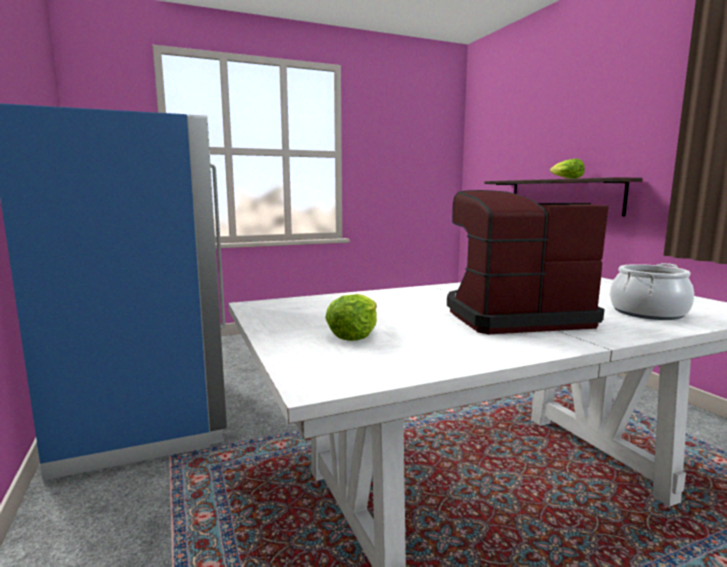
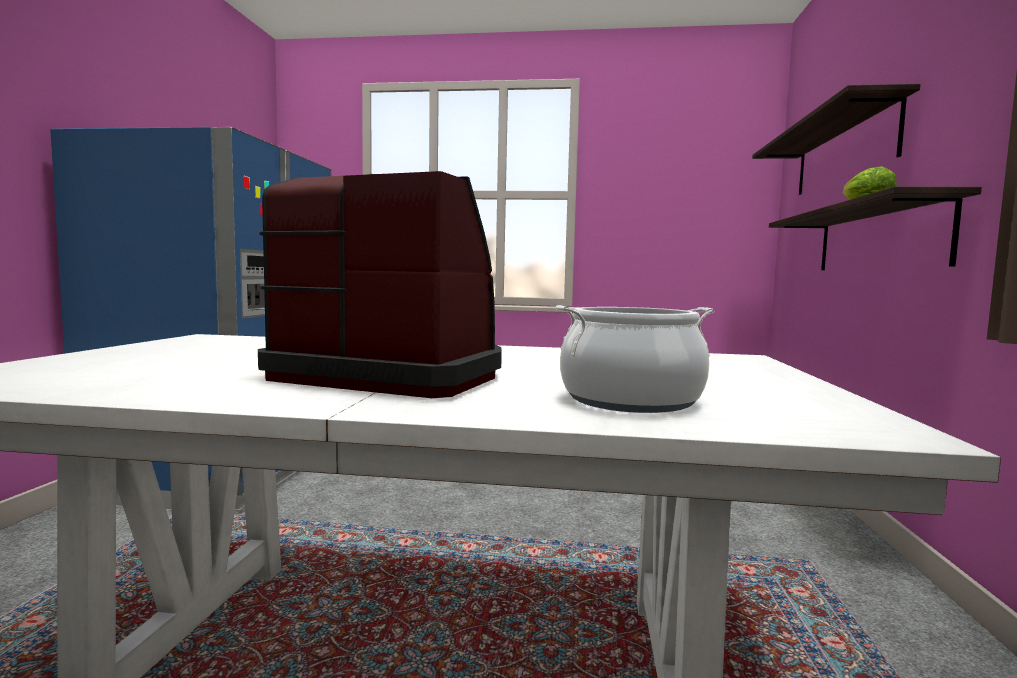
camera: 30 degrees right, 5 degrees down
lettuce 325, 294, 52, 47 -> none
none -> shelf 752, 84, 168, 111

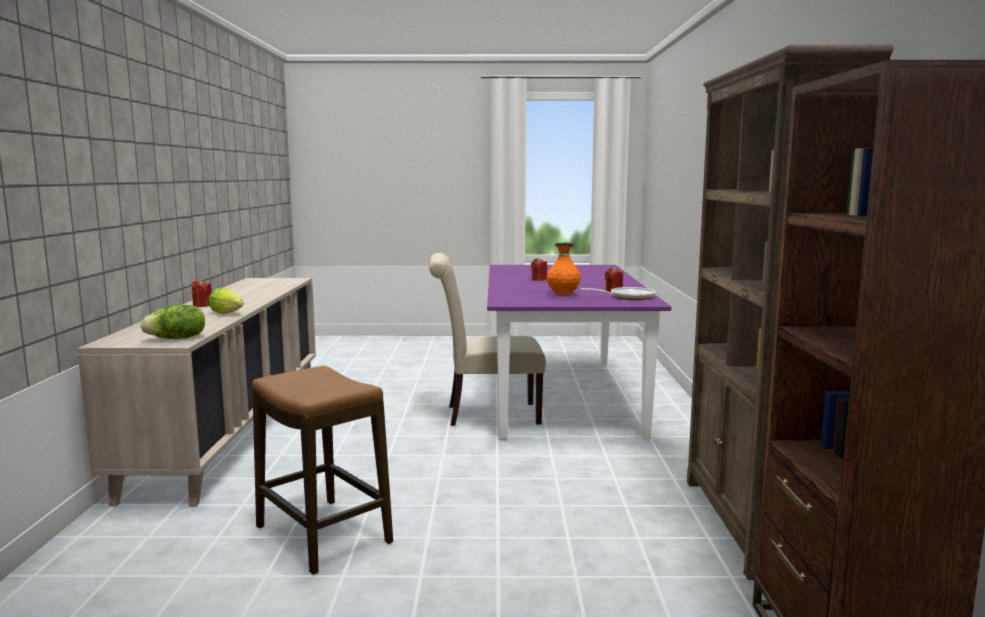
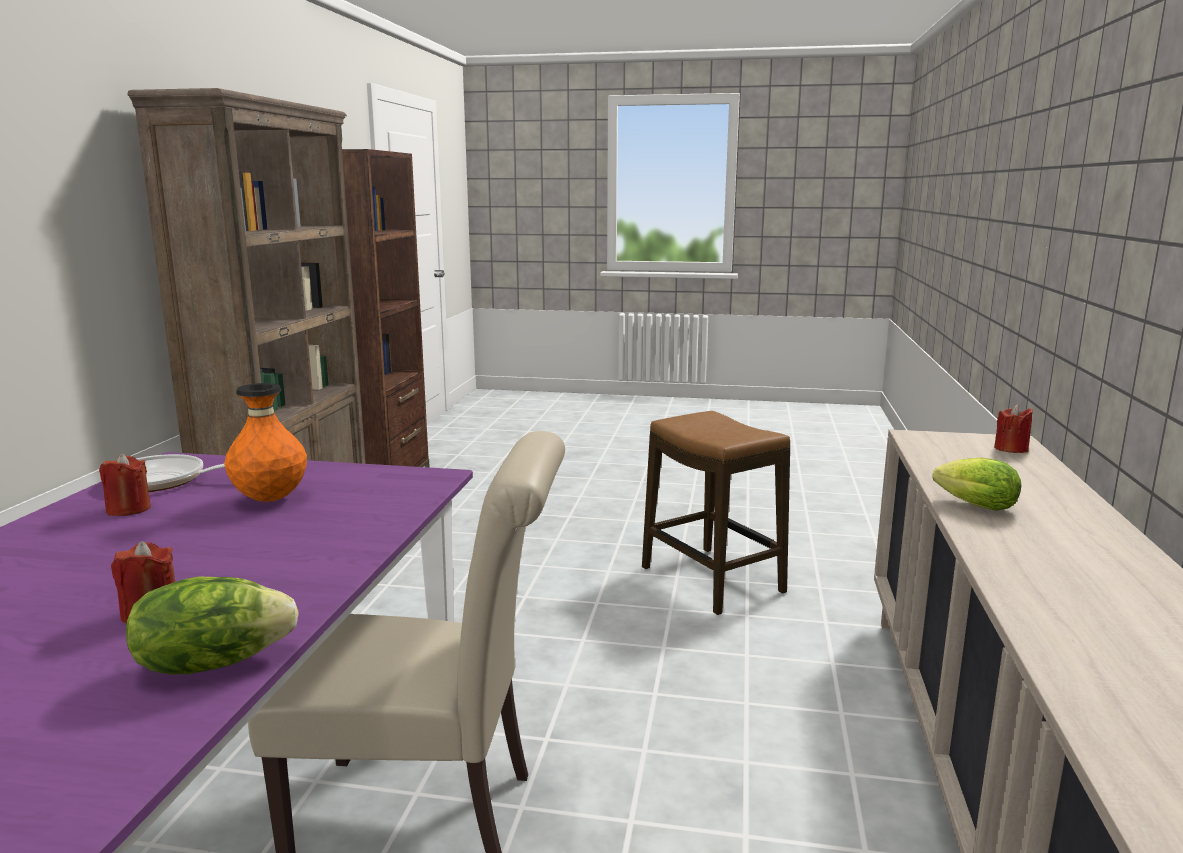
camera: 170 degrees left, 5 degrees up
red candle 192, 279, 20, 28 -> red candle 994, 404, 39, 49, moved
lettuce 140, 304, 65, 35 -> lettuce 126, 576, 173, 98, moved

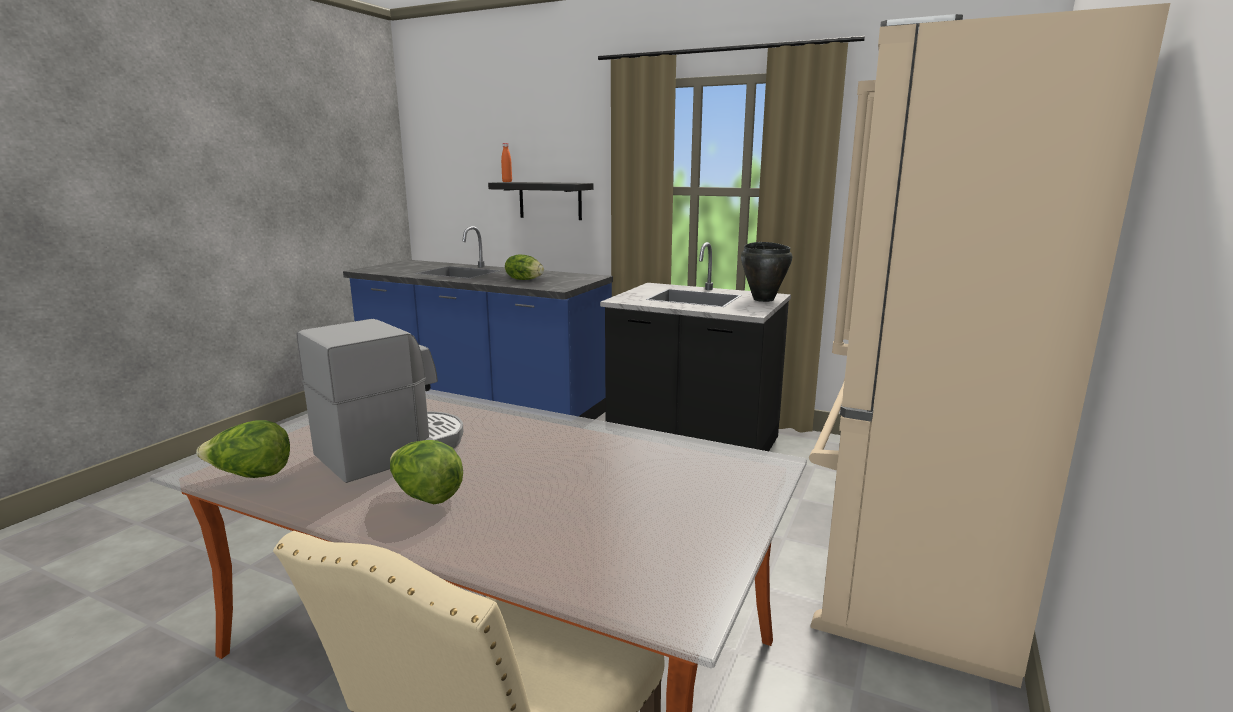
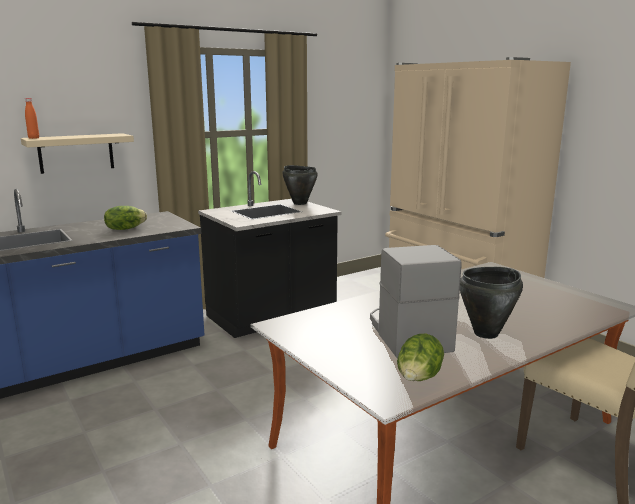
camera: 60 degrees left, 0 degrees up
black shelf 488, 182, 105, 38 -> beige shelf 21, 133, 113, 41
lettuce 390, 440, 73, 64 -> black cooking pot 460, 267, 63, 72

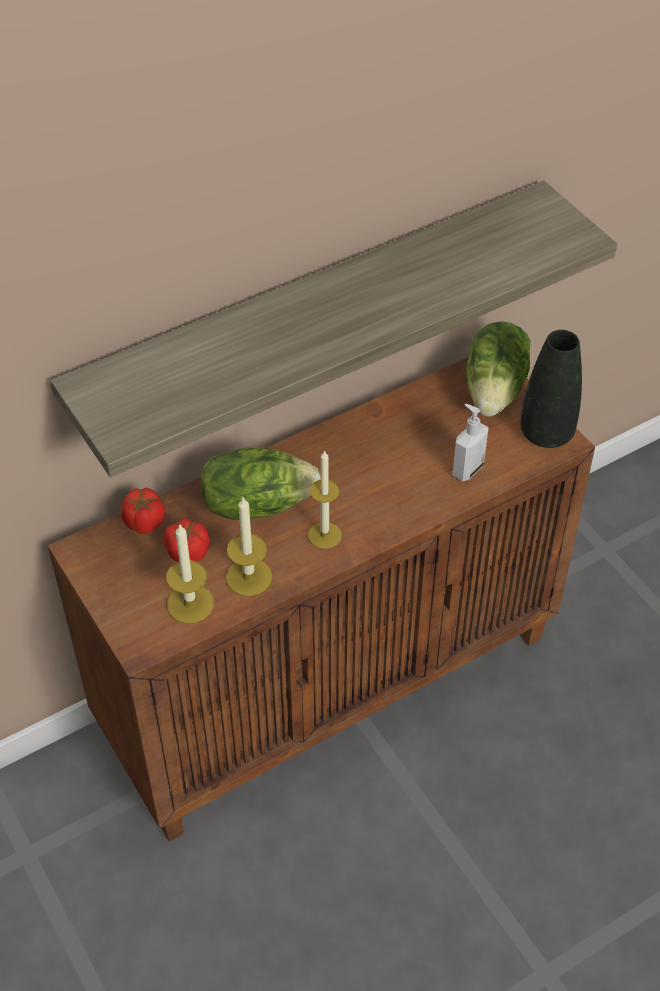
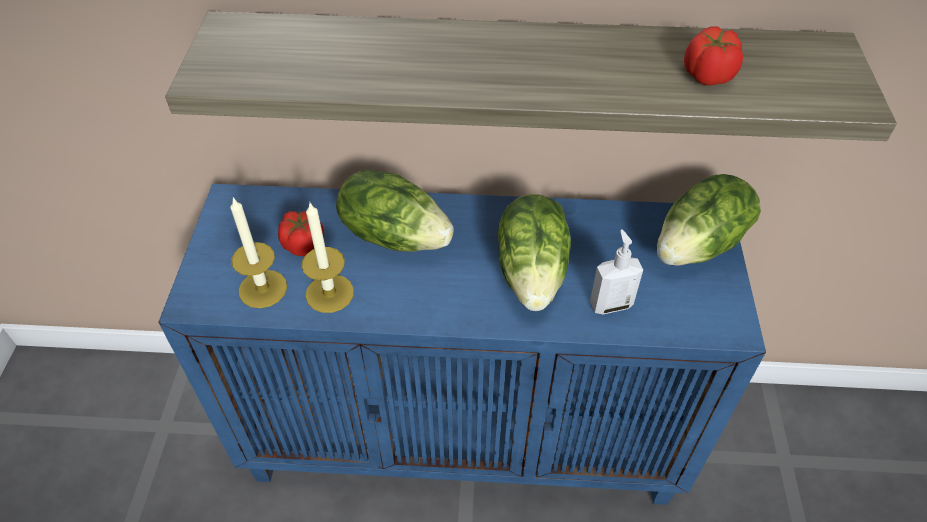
camera: 35 degrees right, 0 degrees up
black vase 520, 330, 62, 118 -> none
brown cabinet 48, 357, 547, 485 -> blue cabinet 158, 184, 608, 321
candle 308, 450, 34, 99 -> none
tomato 121, 487, 44, 47 -> tomato 684, 26, 59, 60, moved
none -> lettuce 498, 194, 73, 117

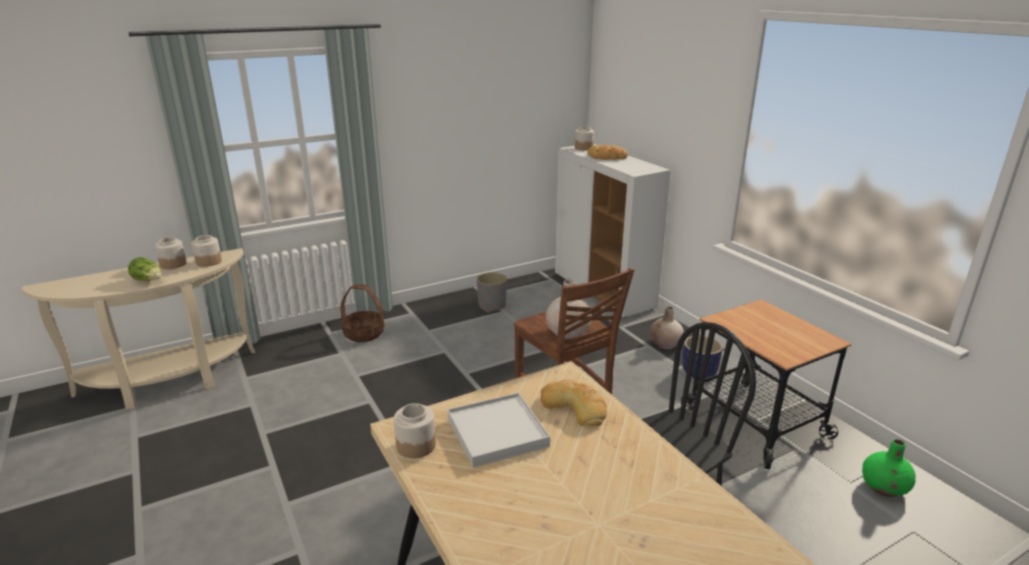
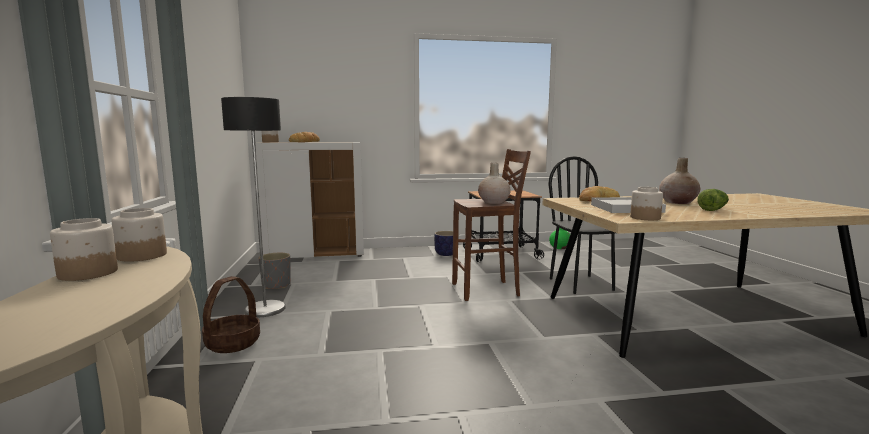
camera: 70 degrees left, 15 degrees down
lettuce 128, 257, 34, 24 -> lettuce 697, 189, 32, 22, moved
beige vase 650, 306, 34, 43 -> beige vase 659, 158, 41, 46, moved
none -> floor lamp 221, 97, 64, 220

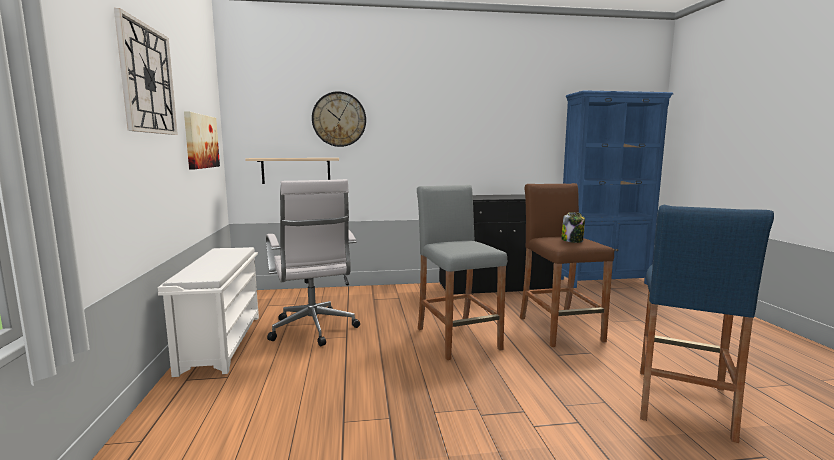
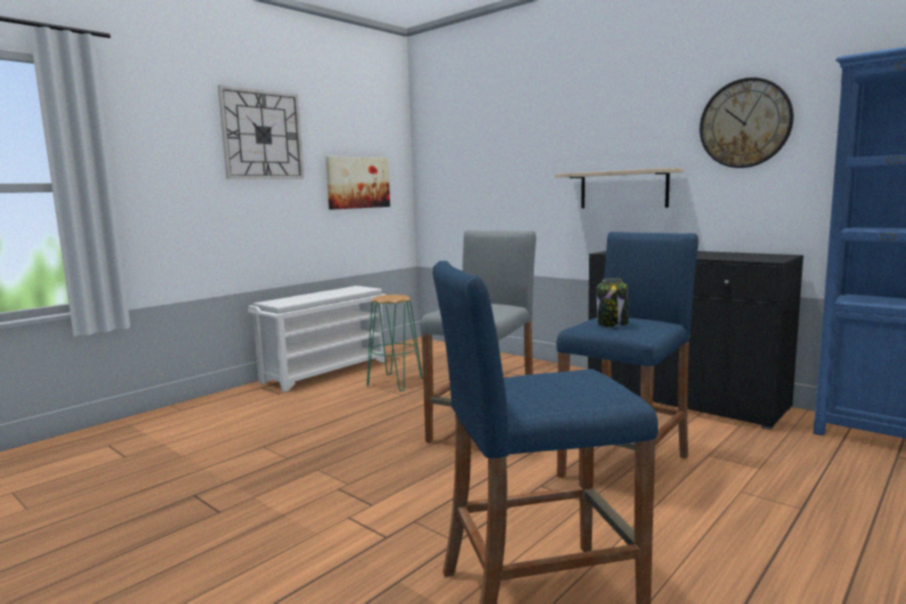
camera: 50 degrees right, 0 degrees up
wall clock 312, 91, 54, 56 -> wall clock 700, 77, 94, 91, moved
shelf 245, 158, 94, 26 -> shelf 555, 168, 129, 40, moved
white office chair 266, 179, 94, 167 -> green stool 367, 294, 56, 97
brown stool 520, 183, 94, 164 -> blue stool 556, 232, 143, 246

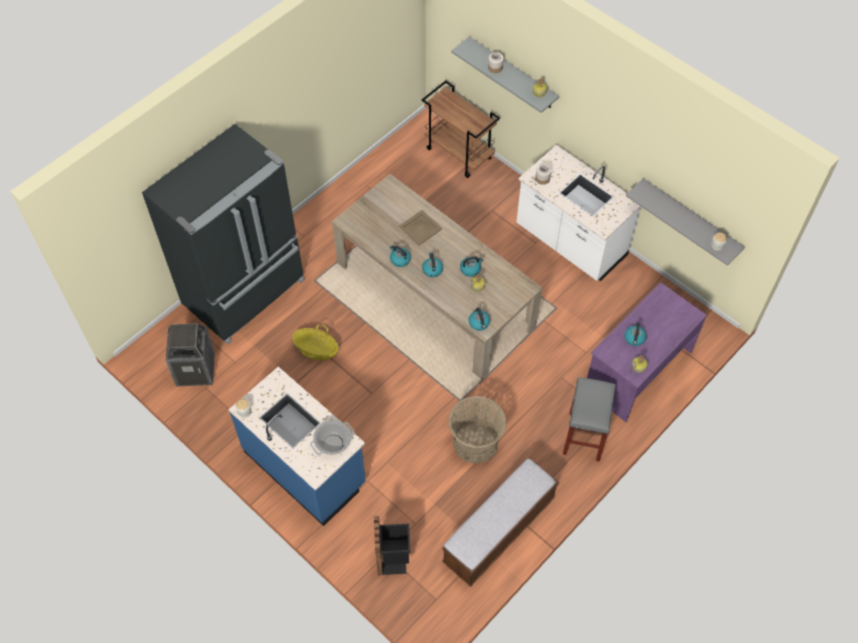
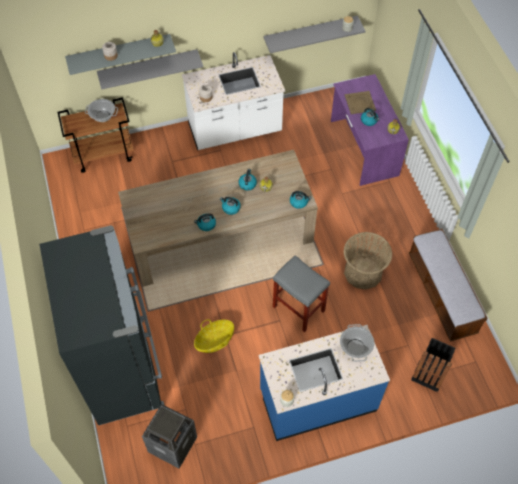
camera: 60 degrees left, 0 degrees up
beige tray 399, 210, 43, 35 -> beige tray 345, 91, 31, 23, moved
grey stool 563, 377, 53, 85 -> grey stool 273, 255, 57, 77, moved
none -> grey shelf 97, 49, 106, 41
none -> cooking pot 85, 99, 33, 23

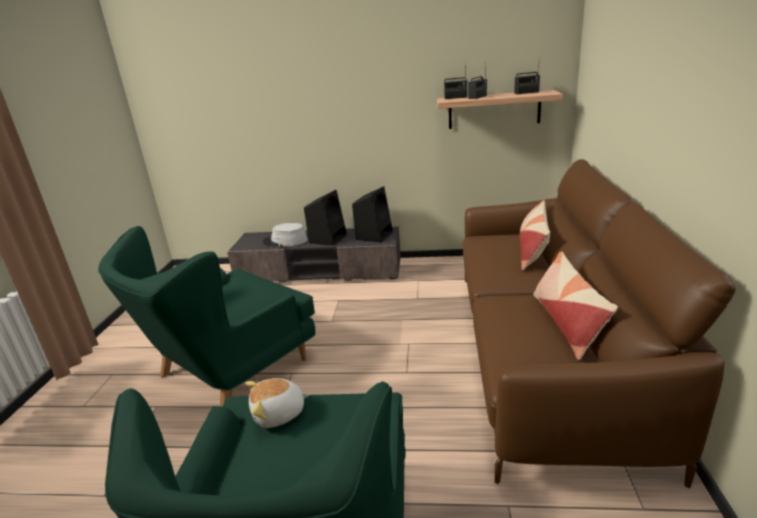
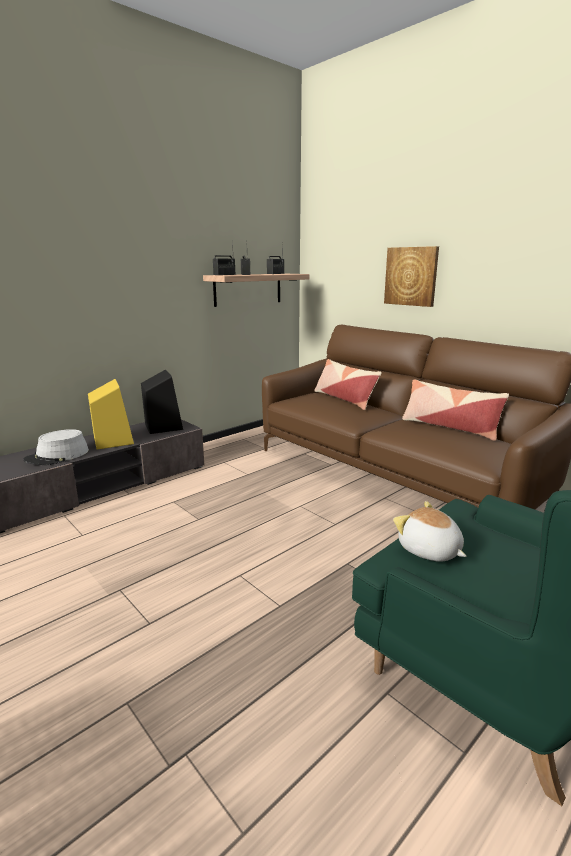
camera: 50 degrees left, 5 degrees down
black speaker 304, 190, 43, 56 -> yellow speaker 88, 379, 46, 71
green armchair 98, 226, 218, 181 -> none
plush toy 245, 378, 65, 50 -> plush toy 393, 501, 74, 61, 120 degrees clockwise
none -> picture 384, 246, 55, 61

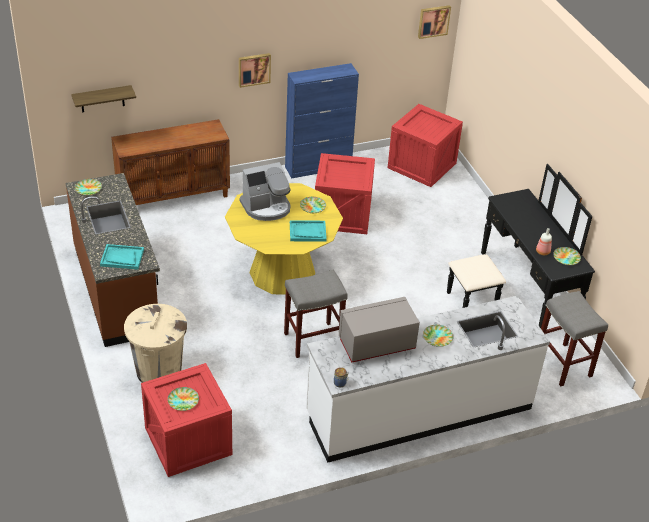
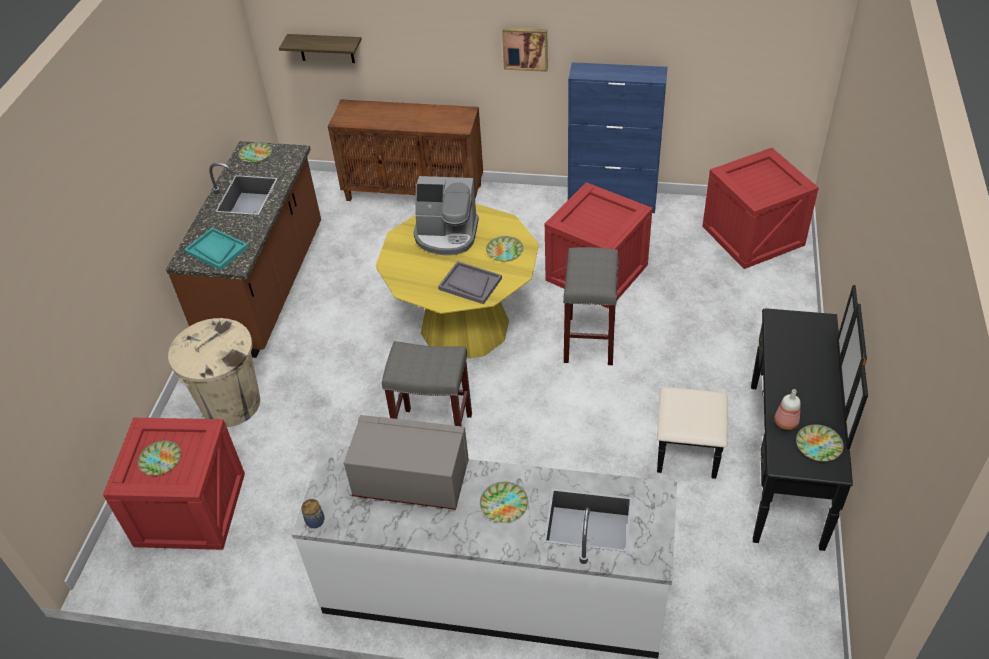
camera: 35 degrees right, 5 degrees up
picture 418, 5, 33, 34 -> none
turquoise tray 290, 220, 37, 22 -> grey tray 438, 261, 64, 43
grey stool 541, 291, 67, 95 -> grey stool 563, 247, 56, 118, moved

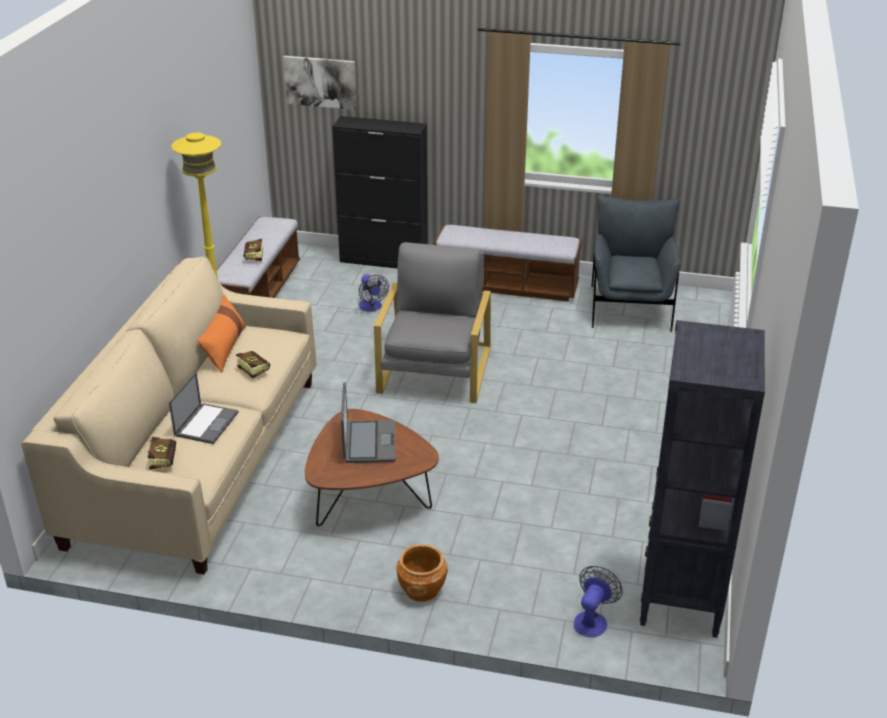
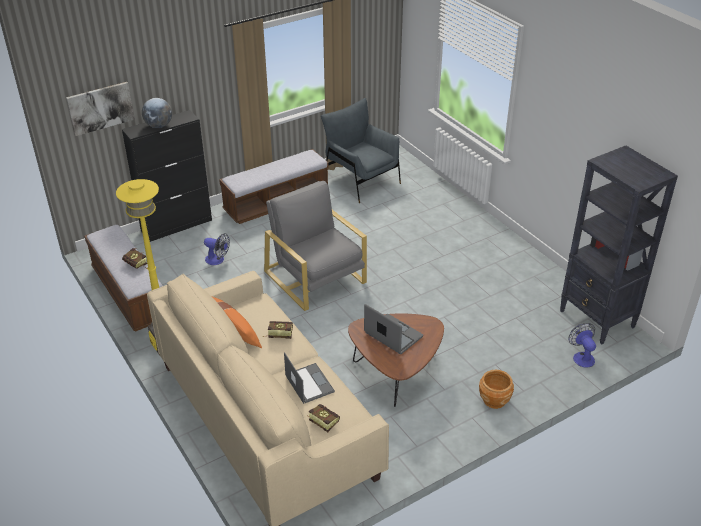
camera: 45 degrees left, 5 degrees up
none -> globe 142, 98, 30, 30

